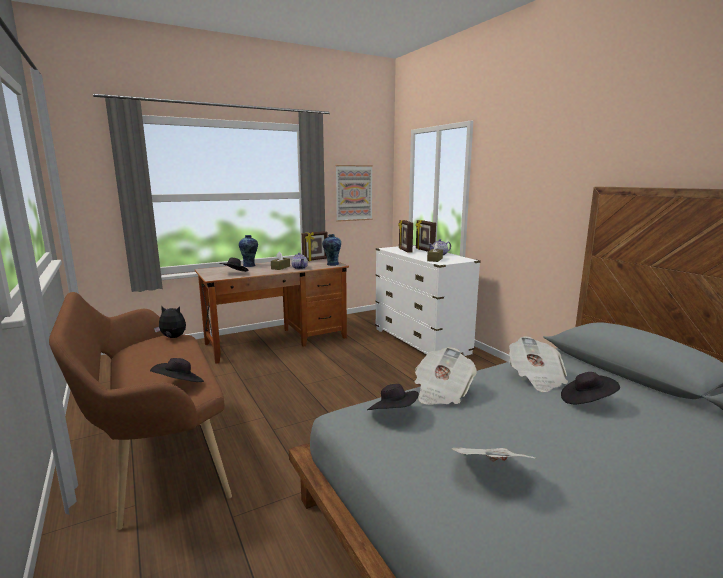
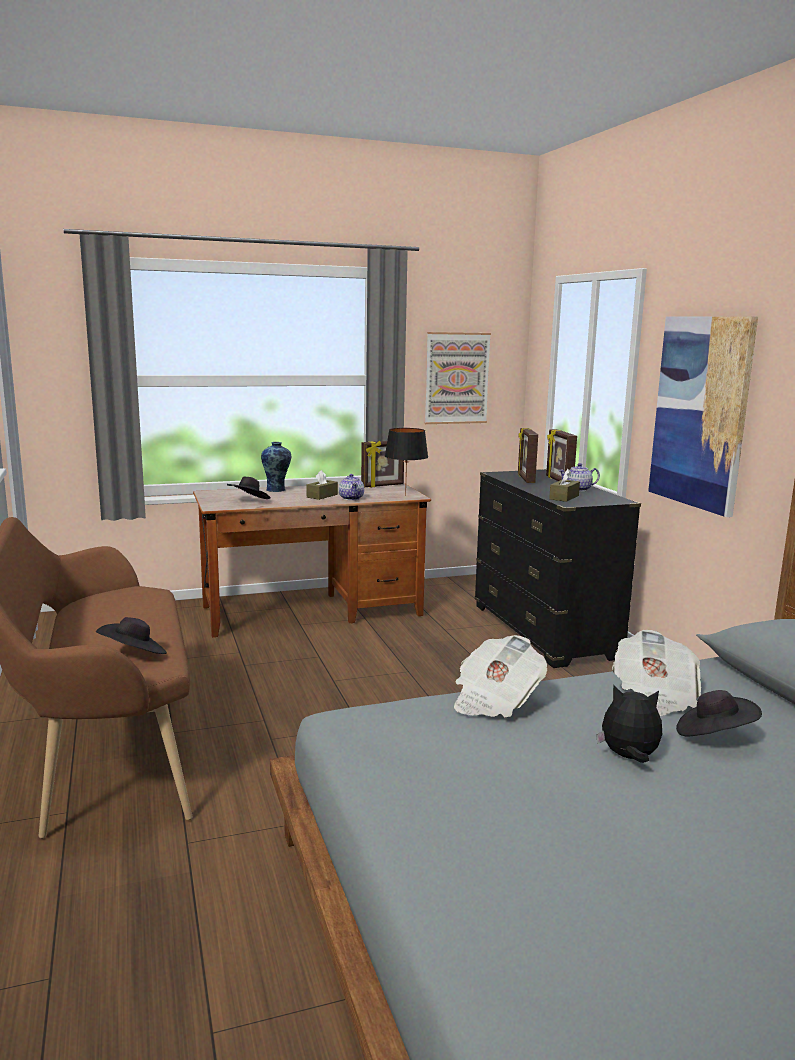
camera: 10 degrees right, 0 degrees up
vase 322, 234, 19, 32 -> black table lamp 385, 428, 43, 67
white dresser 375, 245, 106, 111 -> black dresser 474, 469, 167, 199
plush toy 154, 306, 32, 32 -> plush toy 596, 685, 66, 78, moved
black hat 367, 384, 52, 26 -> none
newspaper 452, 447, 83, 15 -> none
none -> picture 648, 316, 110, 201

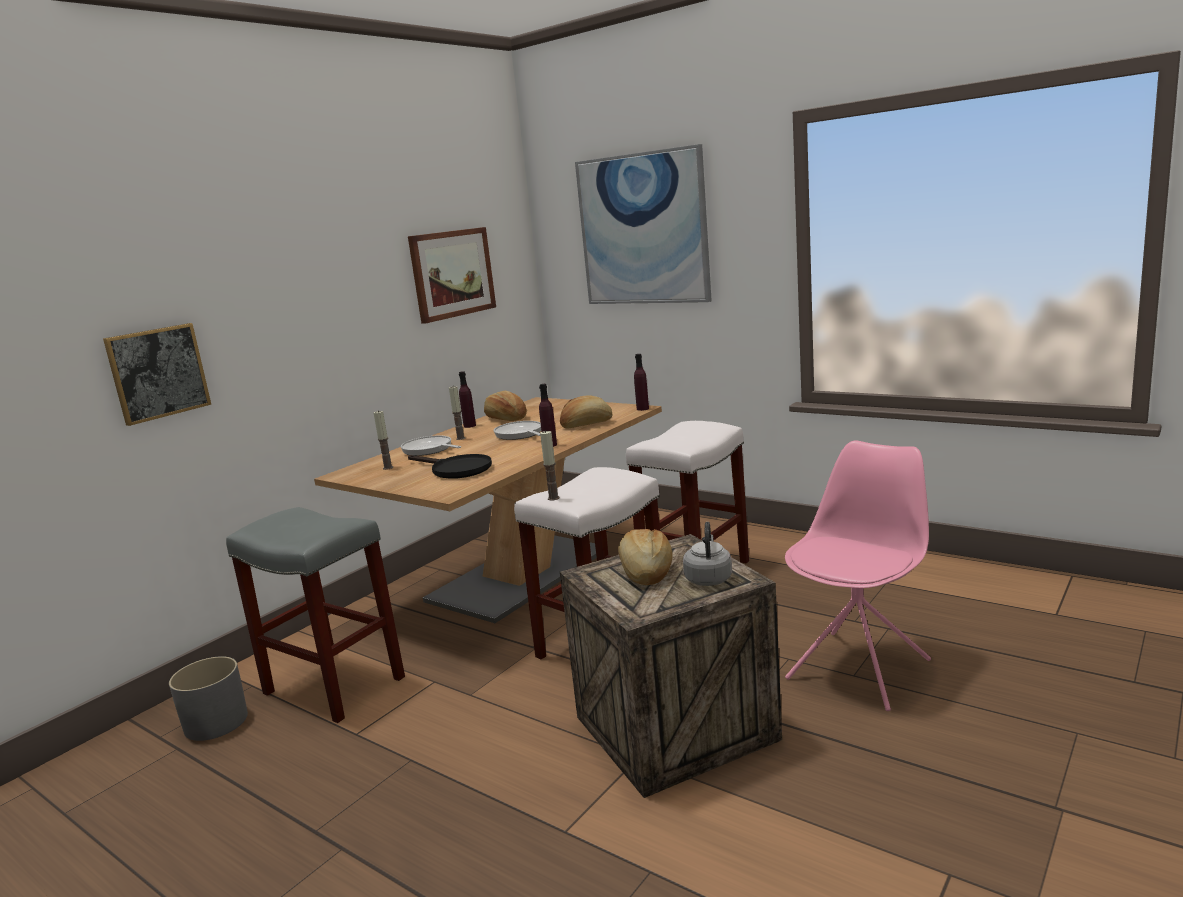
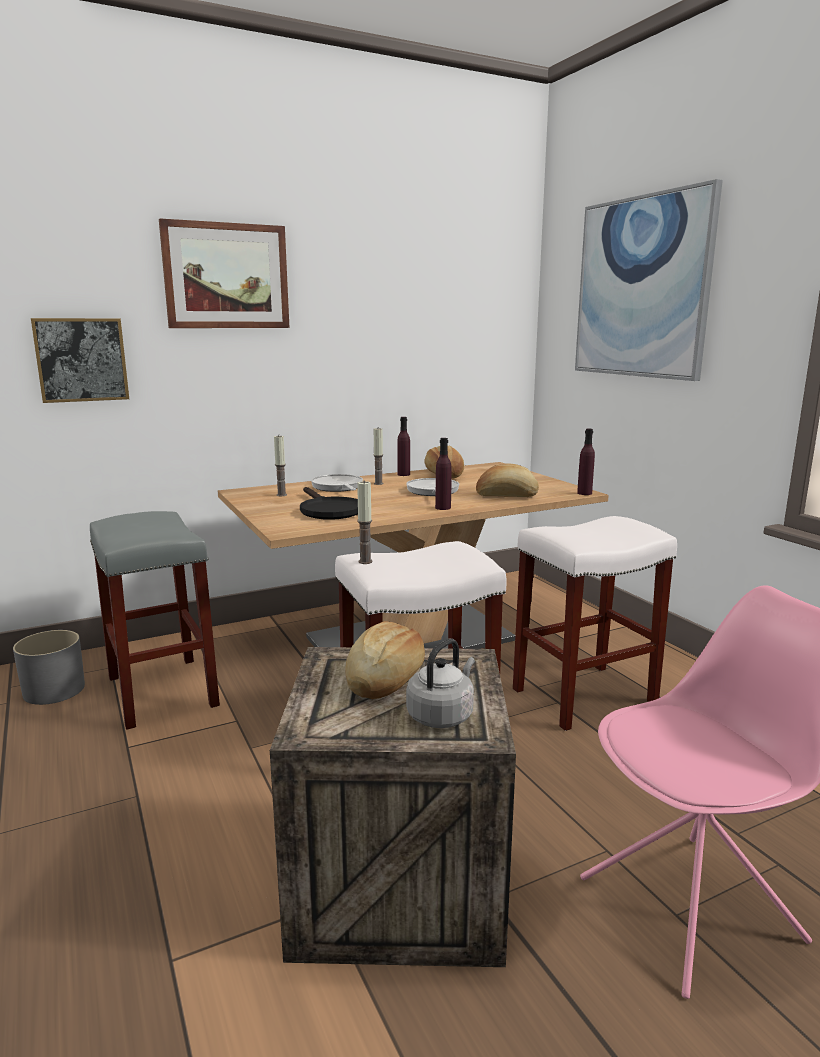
camera: 25 degrees right, 0 degrees up
picture 408, 227, 88, 97 -> picture 159, 219, 130, 109, moved

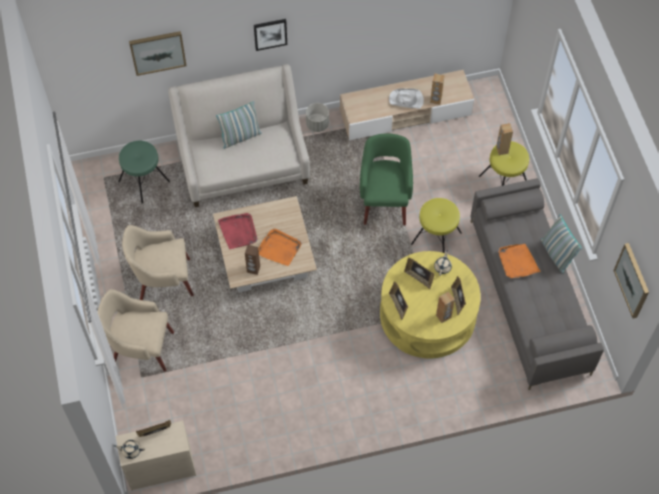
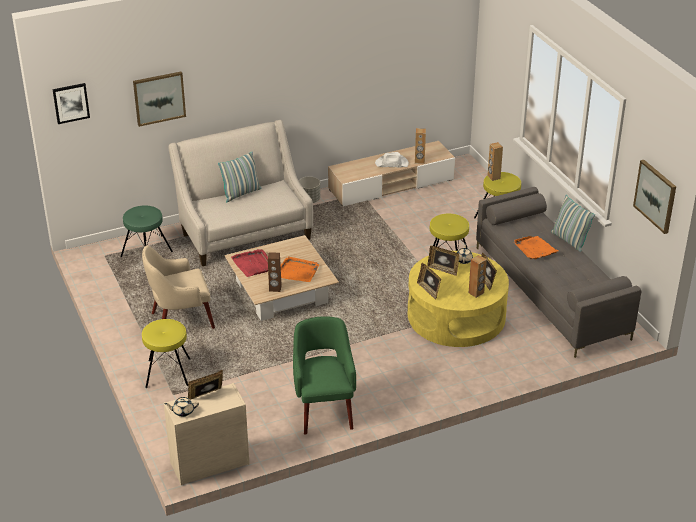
camera: 10 degrees left, 25 degrees down
picture 254, 19, 33, 32 -> picture 52, 83, 38, 41, moved
green armchair 360, 133, 53, 92 -> green armchair 293, 316, 63, 119, moved
beige armchair 98, 289, 76, 83 -> yellow stool 142, 319, 48, 69

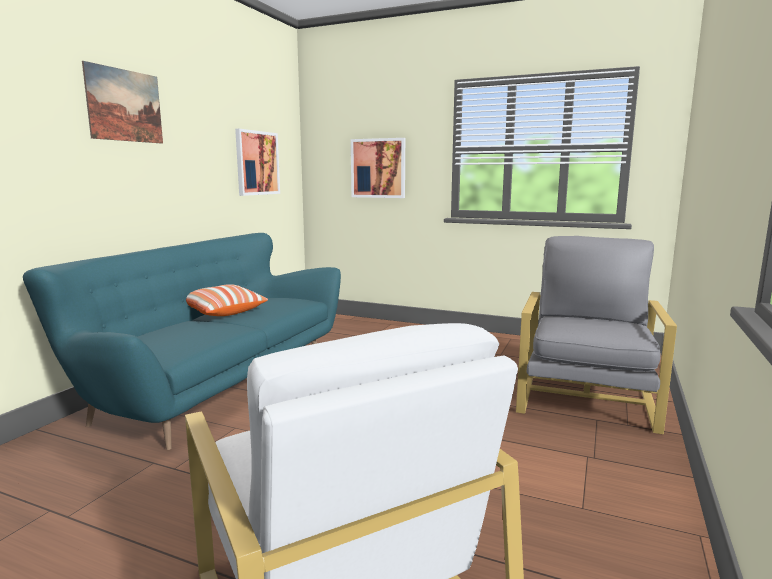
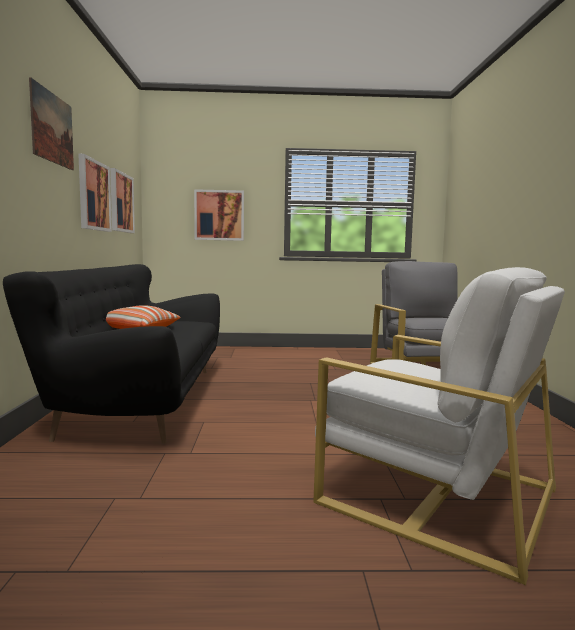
camera: 25 degrees left, 5 degrees down
turquoise sofa 23, 233, 318, 217 -> black sofa 3, 264, 217, 180
none -> picture 78, 154, 34, 78

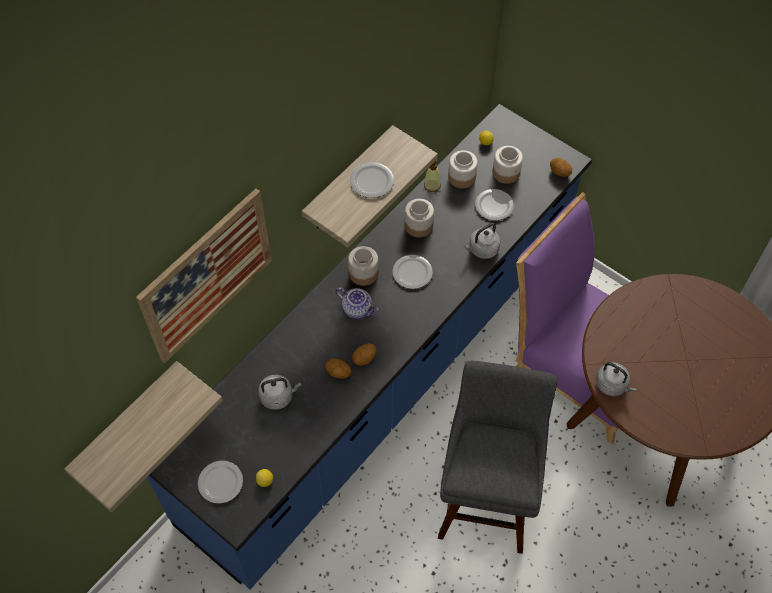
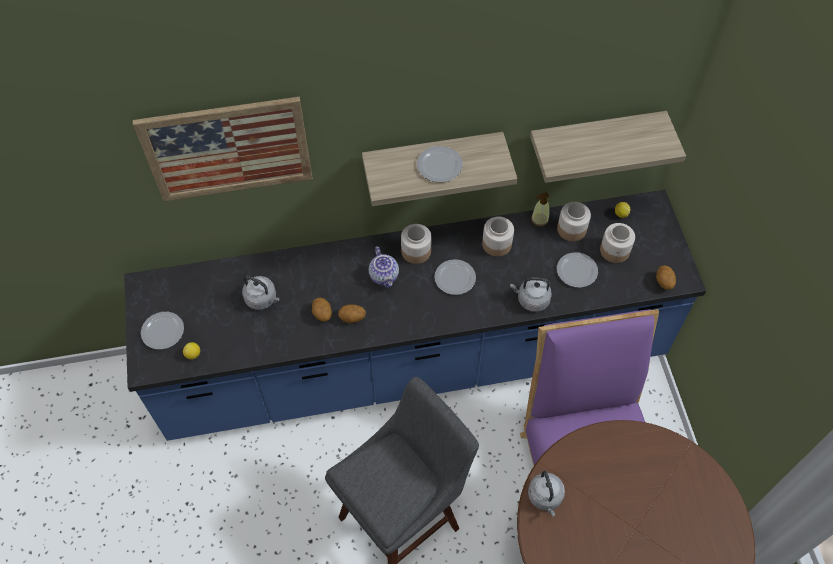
camera: 40 degrees right, 0 degrees up
shelf 64, 361, 159, 151 -> shelf 530, 111, 156, 72, moved

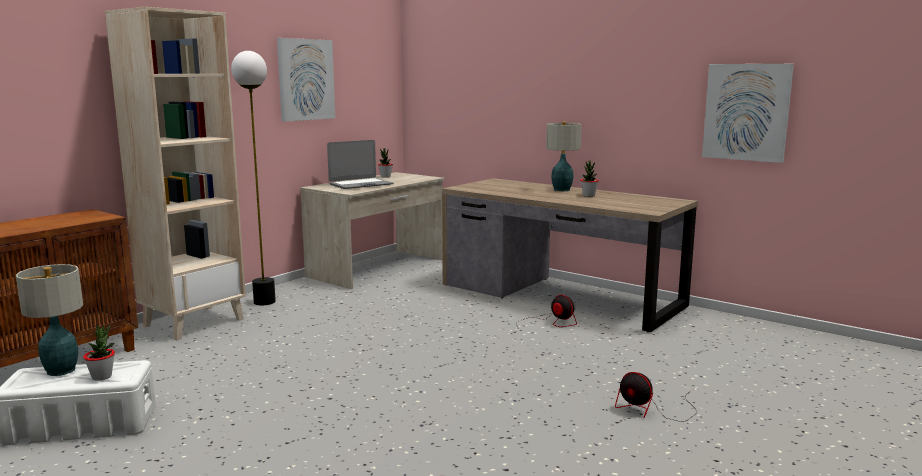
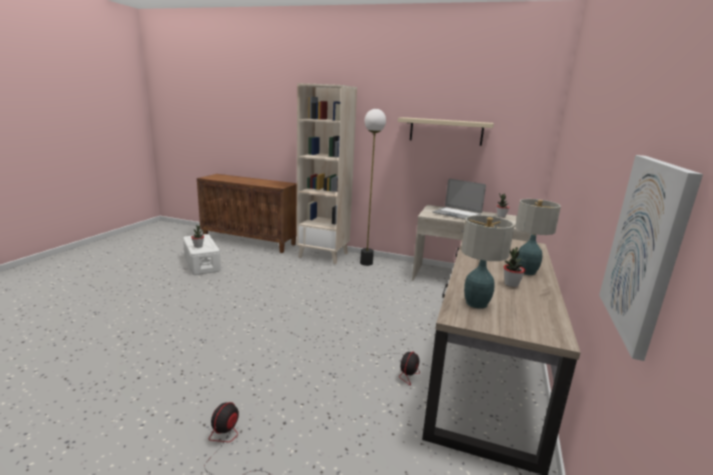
camera: 70 degrees right, 5 degrees up
picture 277, 38, 58, 84 -> beige shelf 398, 117, 96, 29
table lamp 16, 264, 67, 112 -> table lamp 461, 215, 54, 94, moved

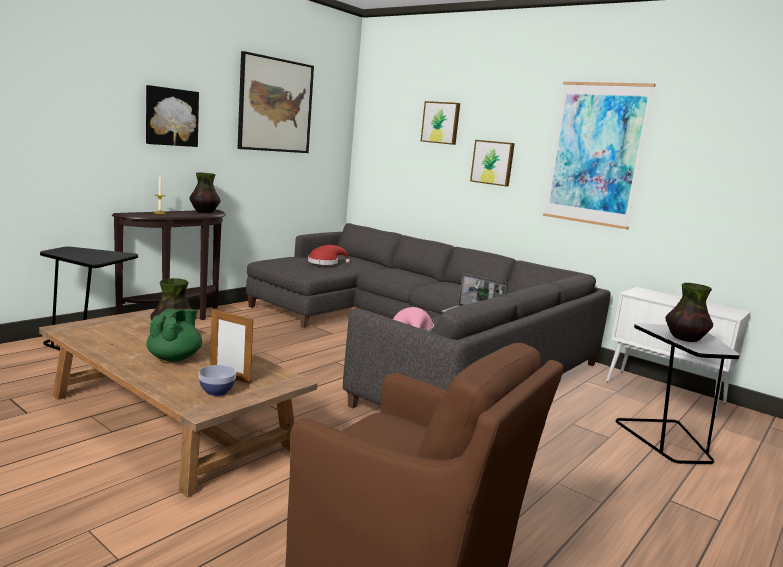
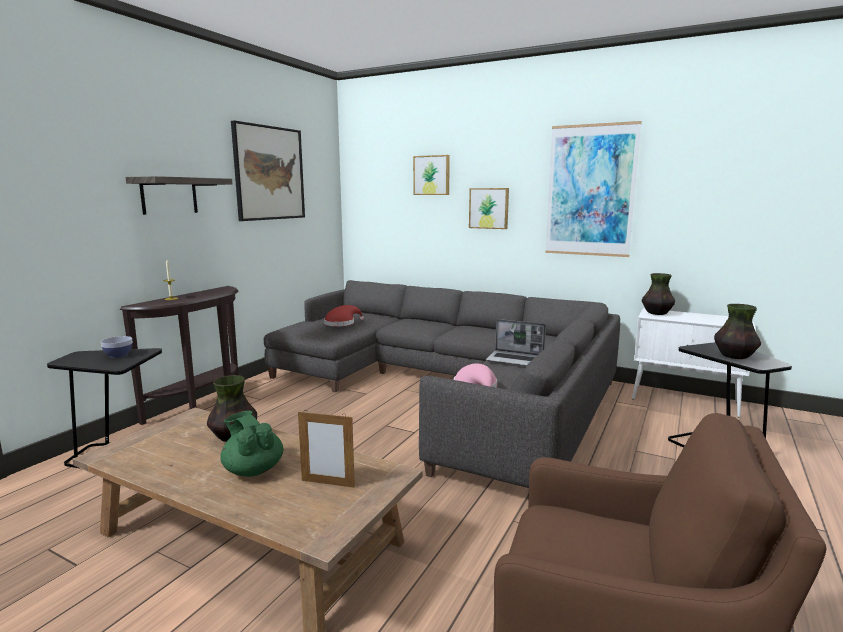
camera: 10 degrees left, 0 degrees up
picture 146, 85, 53, 62 -> shelf 126, 176, 106, 39
vase 189, 173, 32, 40 -> vase 642, 273, 33, 42, moved
green teapot 146, 309, 56, 53 -> green teapot 220, 411, 63, 66, 45 degrees counterclockwise
bowl 199, 365, 37, 31 -> bowl 101, 336, 31, 22, moved

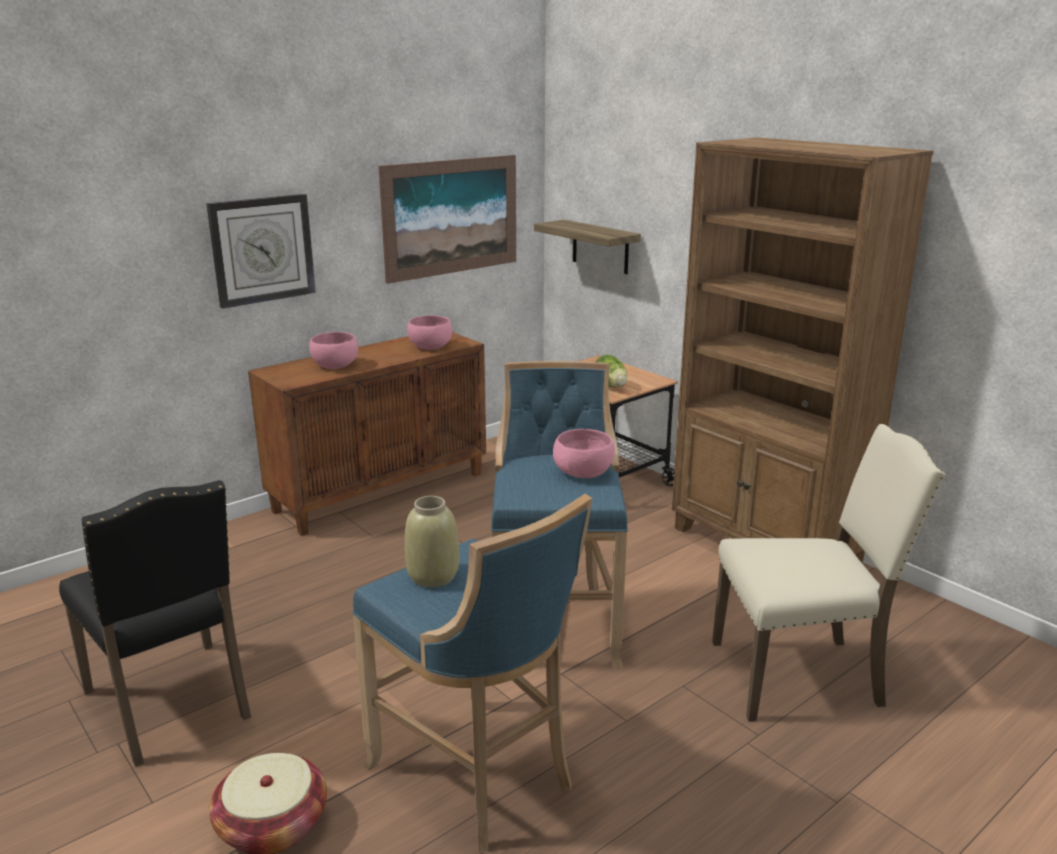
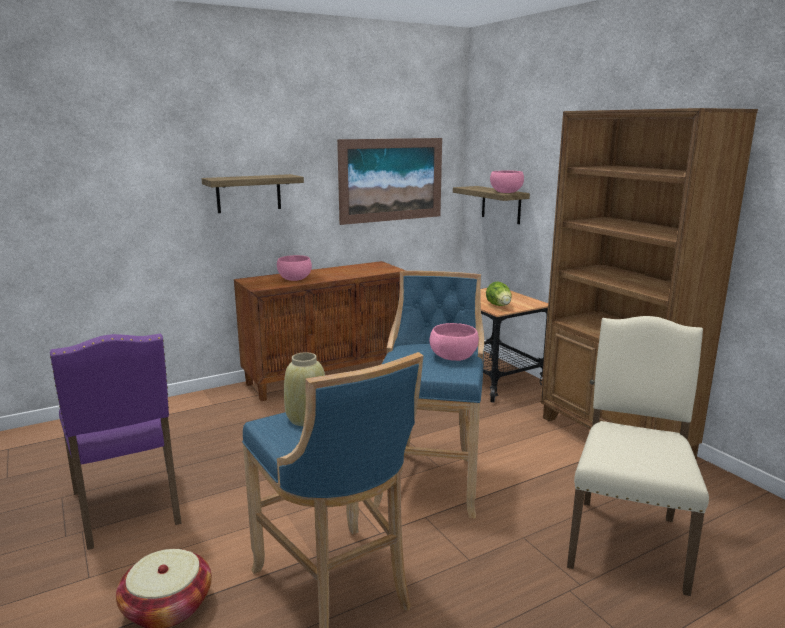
camera: 10 degrees right, 5 degrees down
wall clock 206, 194, 110, 115 -> shelf 201, 174, 103, 39
pink bowl 407, 315, 45, 35 -> pink bowl 490, 170, 34, 23, moved
beige chair 712, 424, 234, 298 -> beige chair 567, 316, 142, 280, 75 degrees counterclockwise
black chair 59, 480, 192, 287 -> purple chair 50, 334, 132, 216

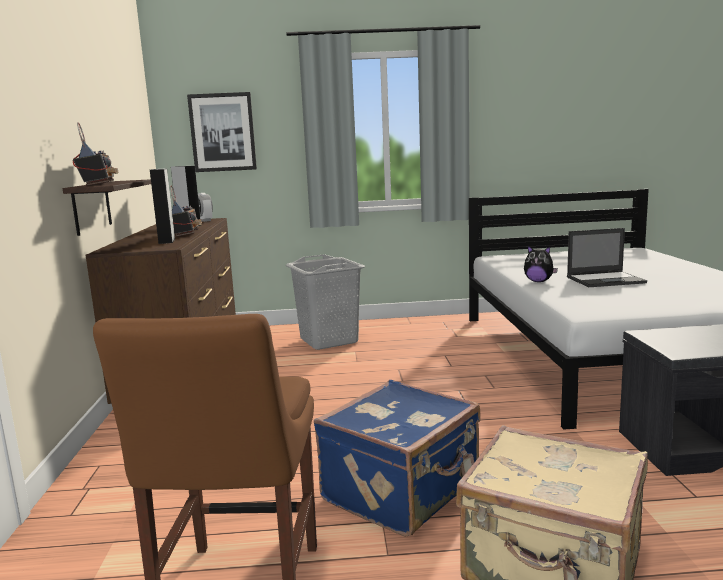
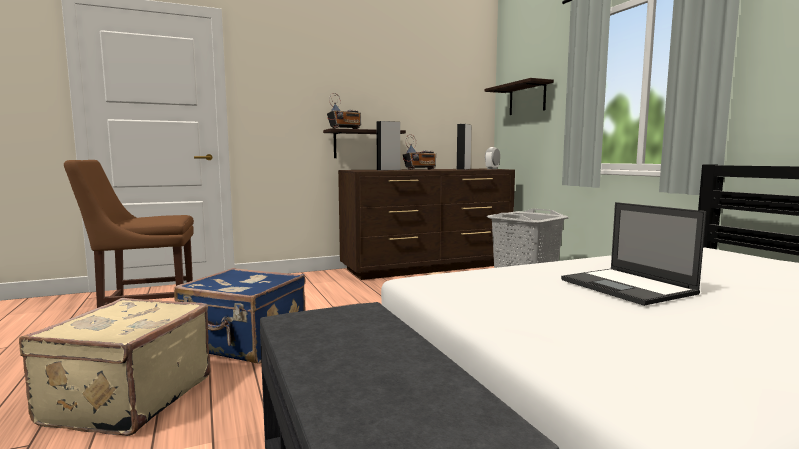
camera: 70 degrees right, 5 degrees down
picture 187, 92, 70, 80 -> shelf 484, 78, 70, 37
plush toy 524, 246, 34, 36 -> none

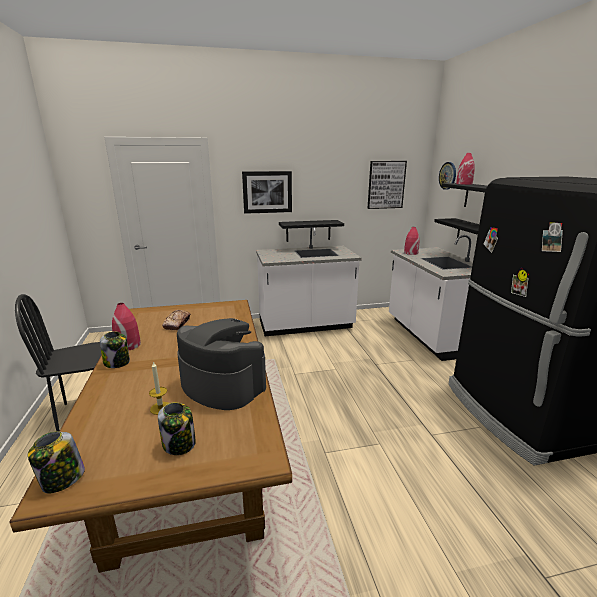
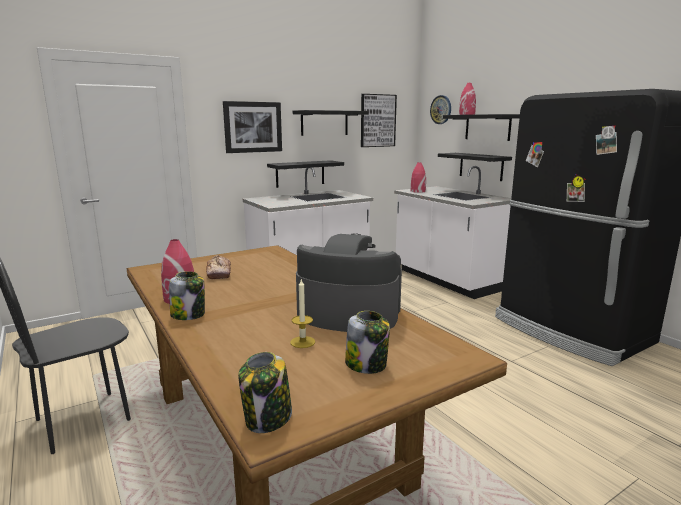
camera: 20 degrees left, 5 degrees down
none -> black shelf 293, 110, 76, 26

